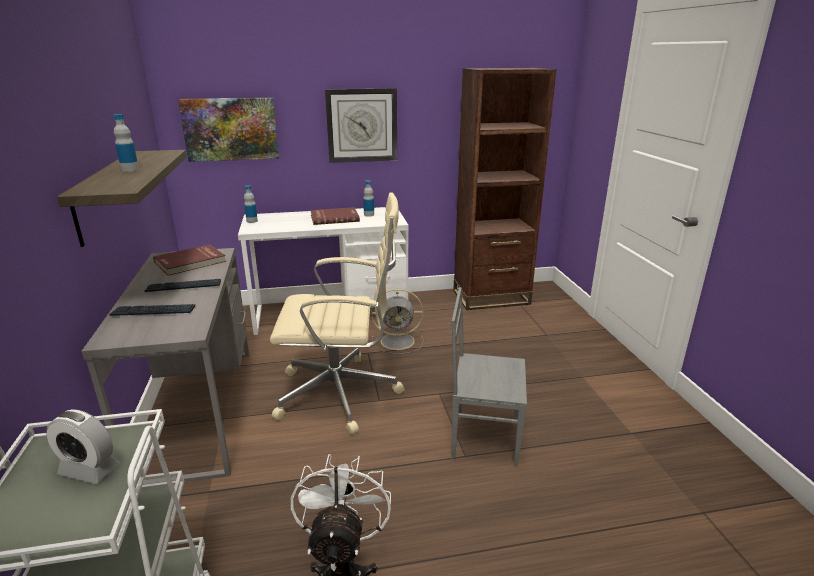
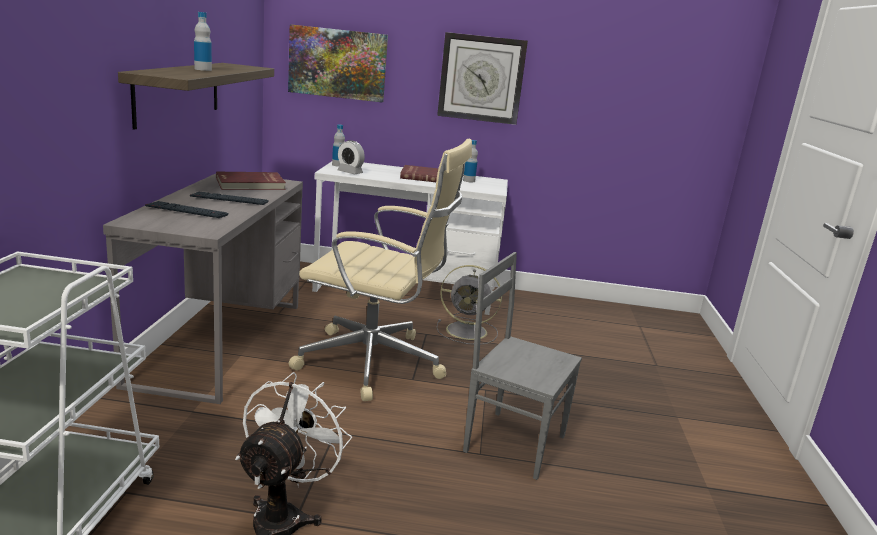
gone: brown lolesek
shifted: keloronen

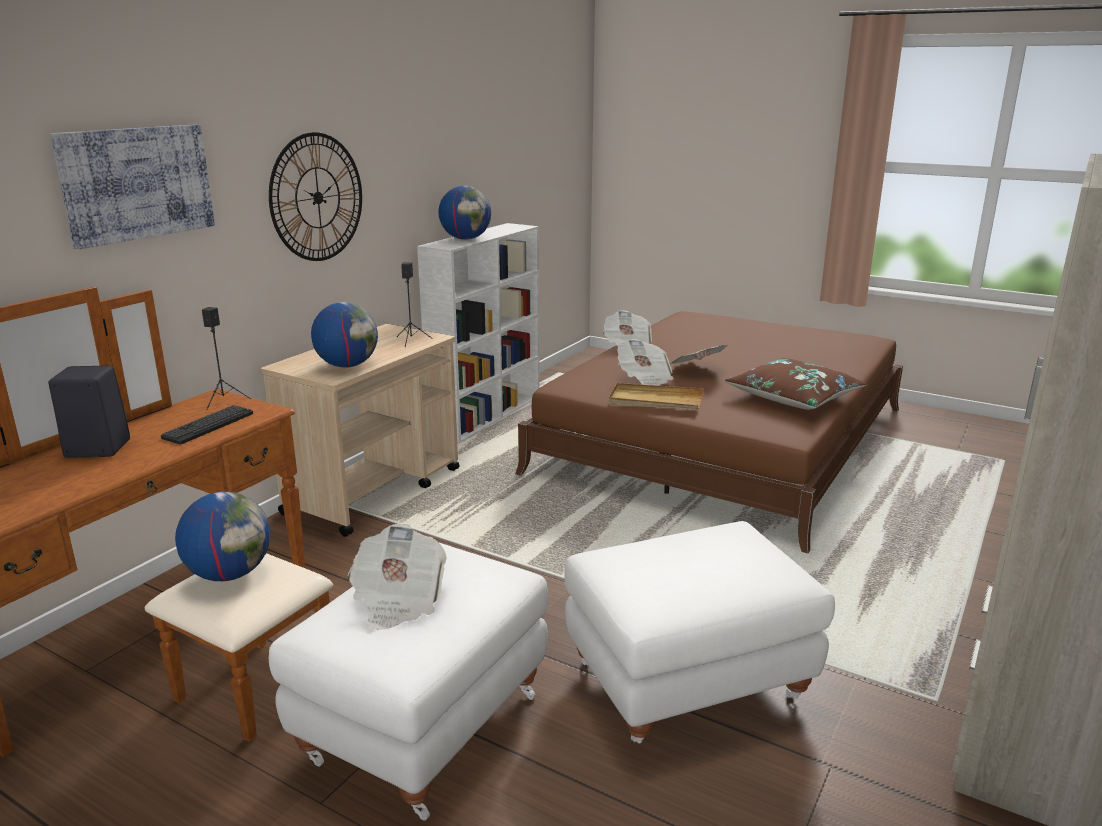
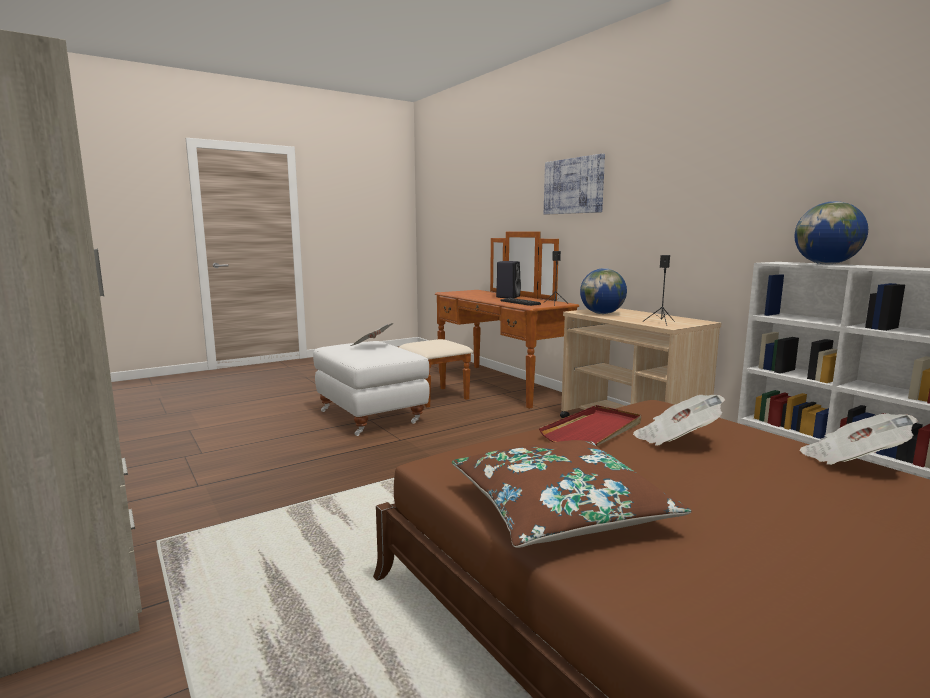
gone: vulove; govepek (no. 4 from left); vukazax (no. 1 from left); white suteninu (no. 2 from left)
repainted: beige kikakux to red kikakux

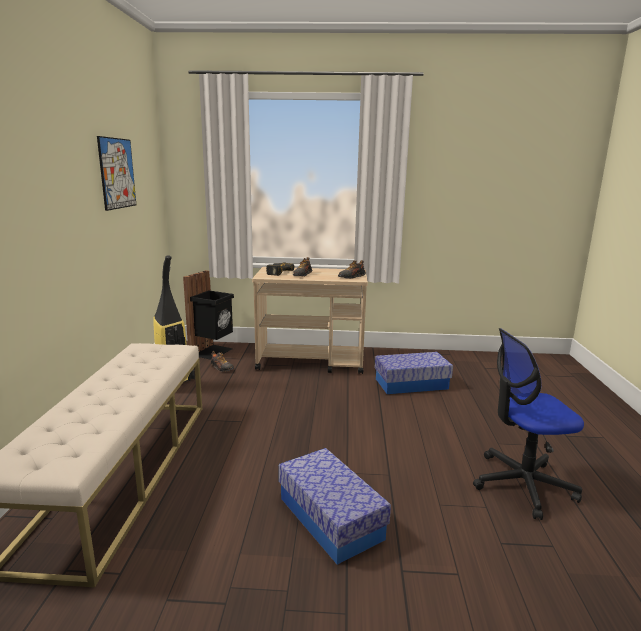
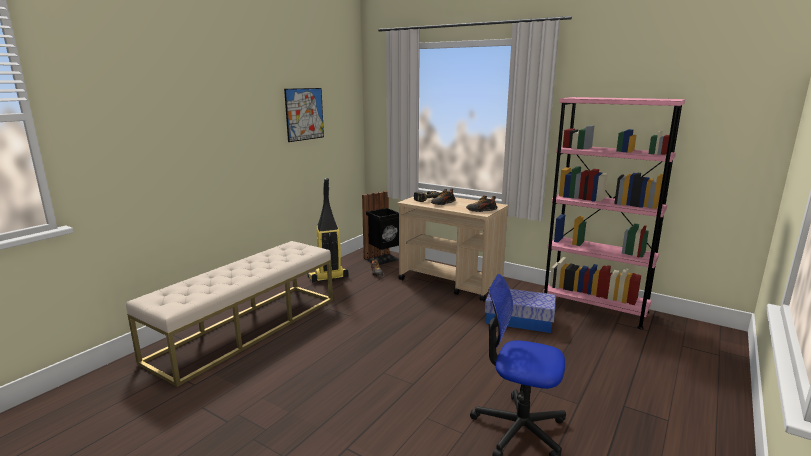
gone: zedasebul (no. 1 from left)
new: pink lolesek

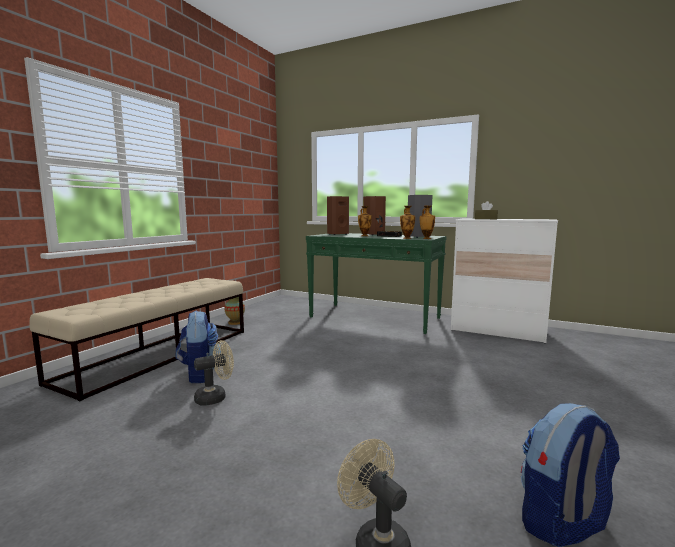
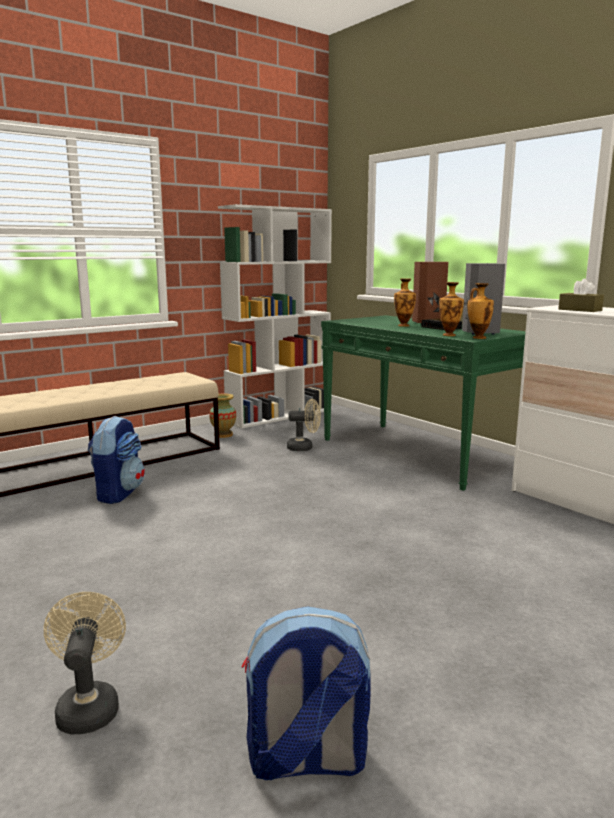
gone: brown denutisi (no. 1 from left)
new: white lolesek
shifted: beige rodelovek (no. 1 from left in the first image) to beige rodelovek (no. 2 from left)

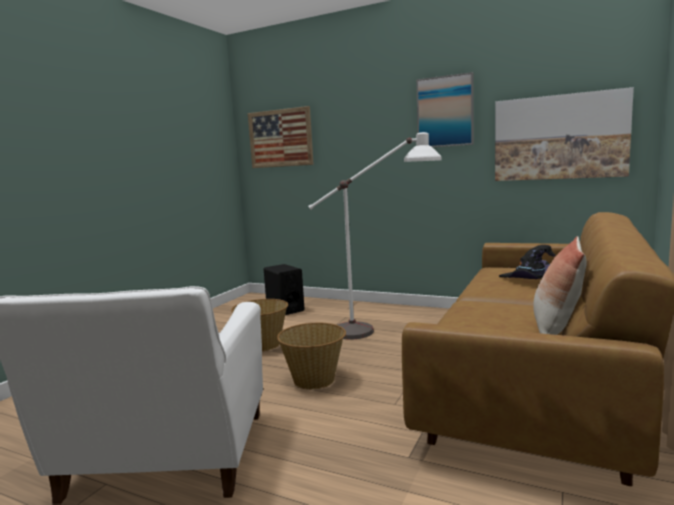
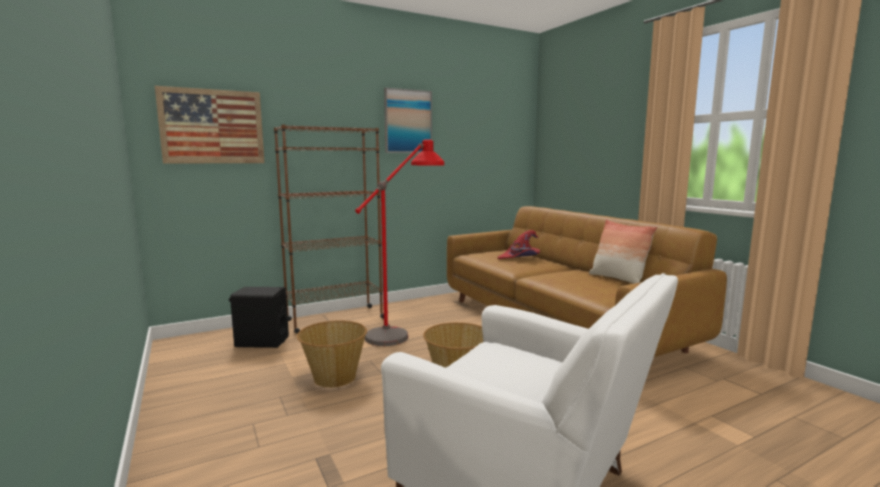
gone: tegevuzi (no. 3 from left)
new: brown lolesek
repainted: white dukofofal to red dukofofal; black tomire to red tomire

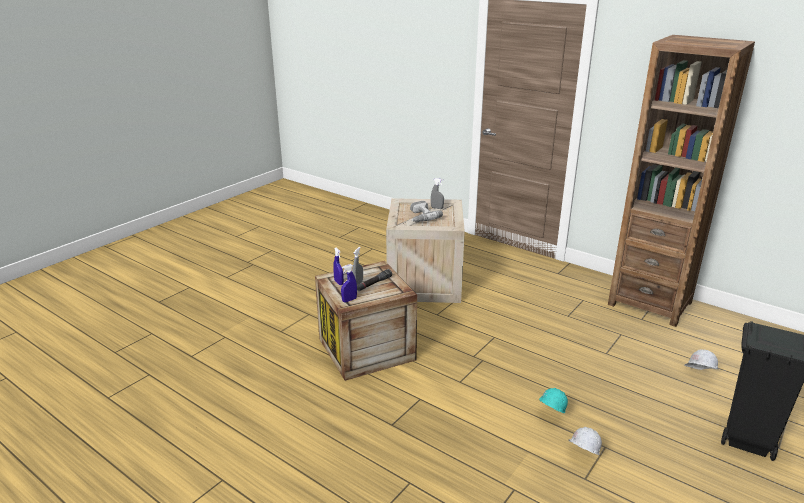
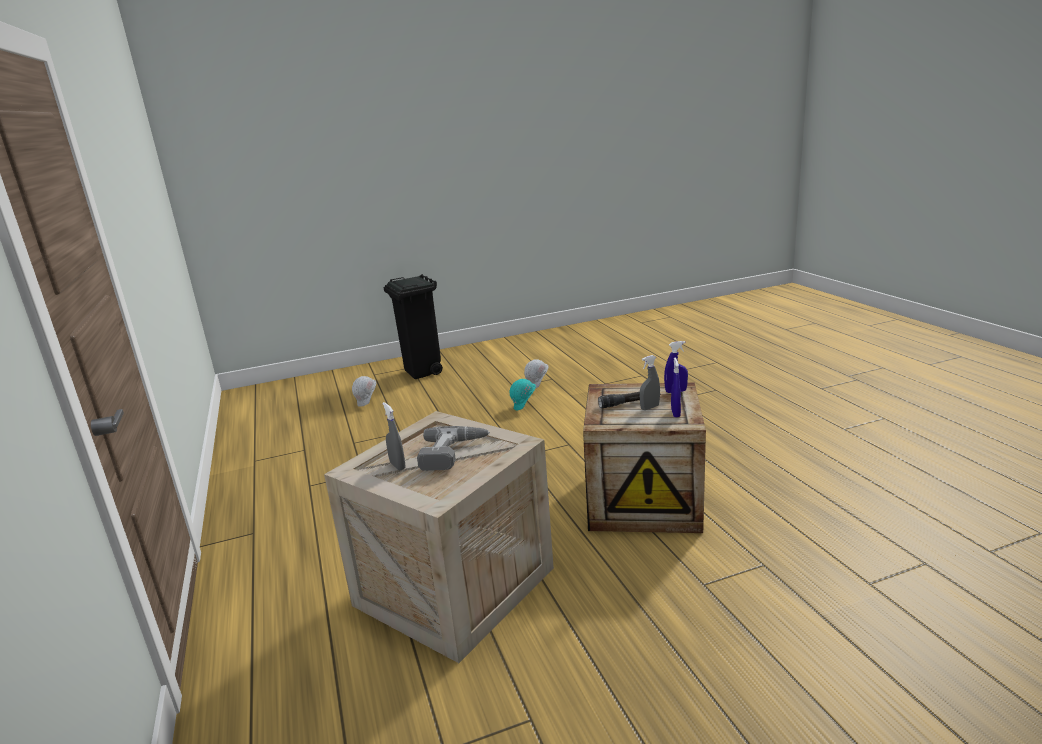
gone: brown lolesek

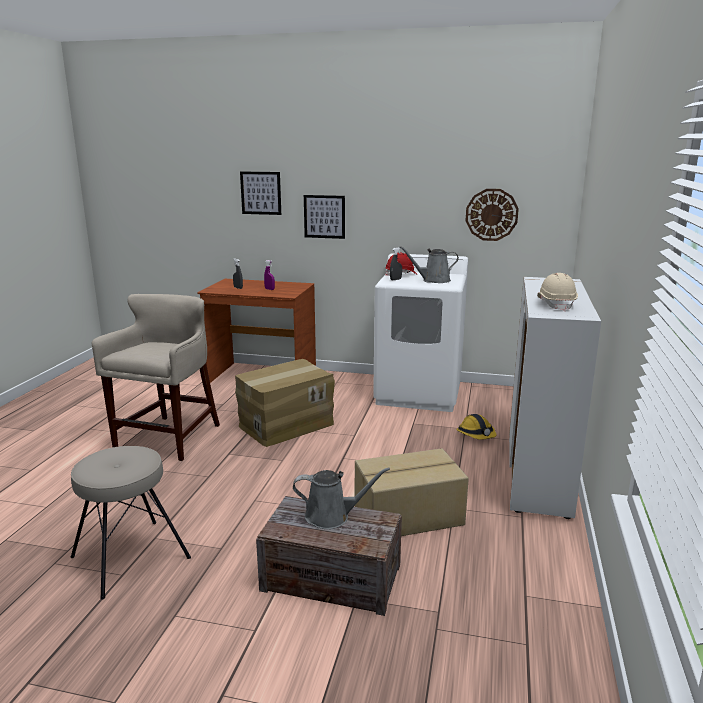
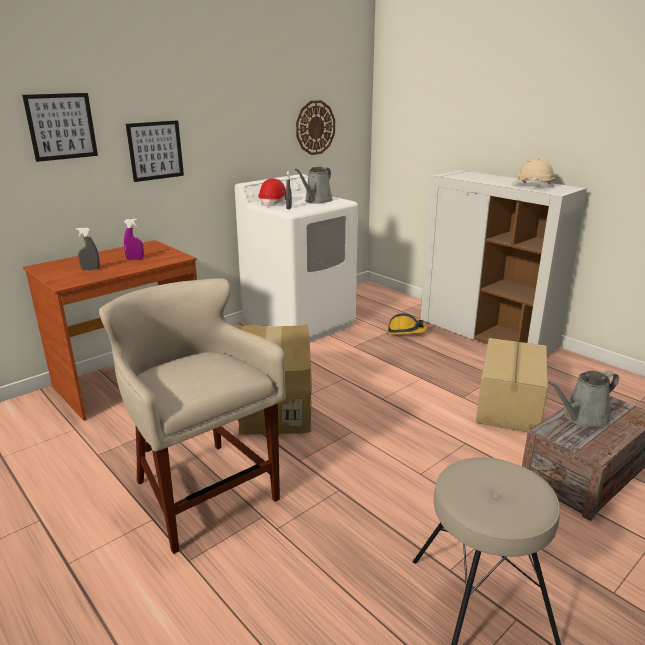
rotated: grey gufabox (no. 1 from left in the first image) 150 degrees counterclockwise

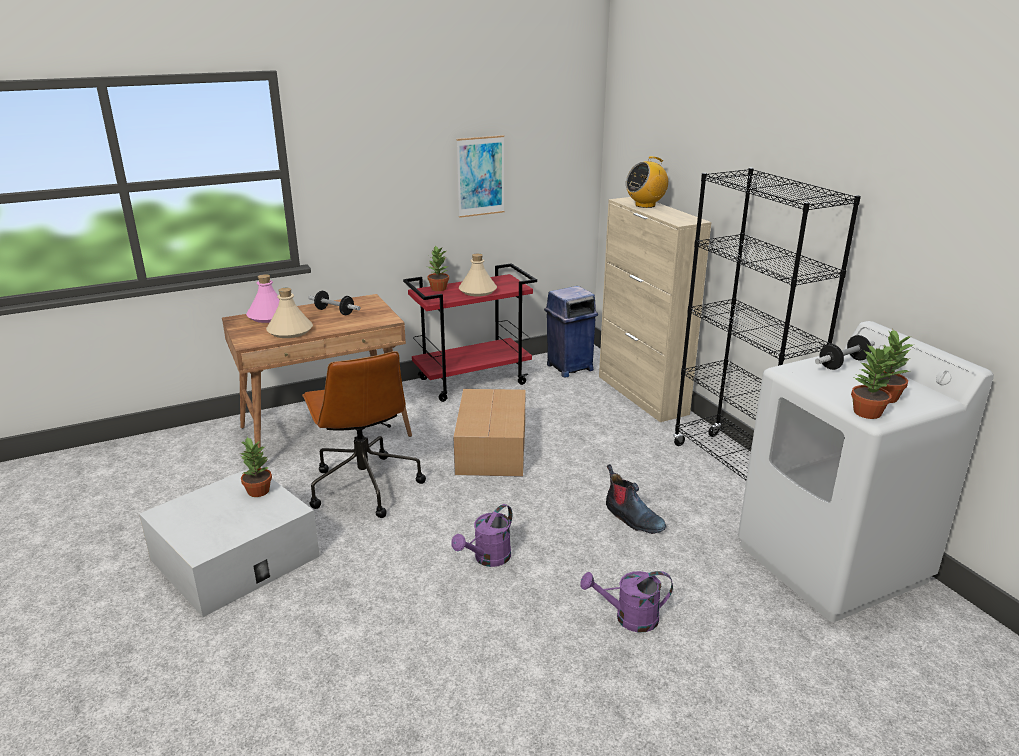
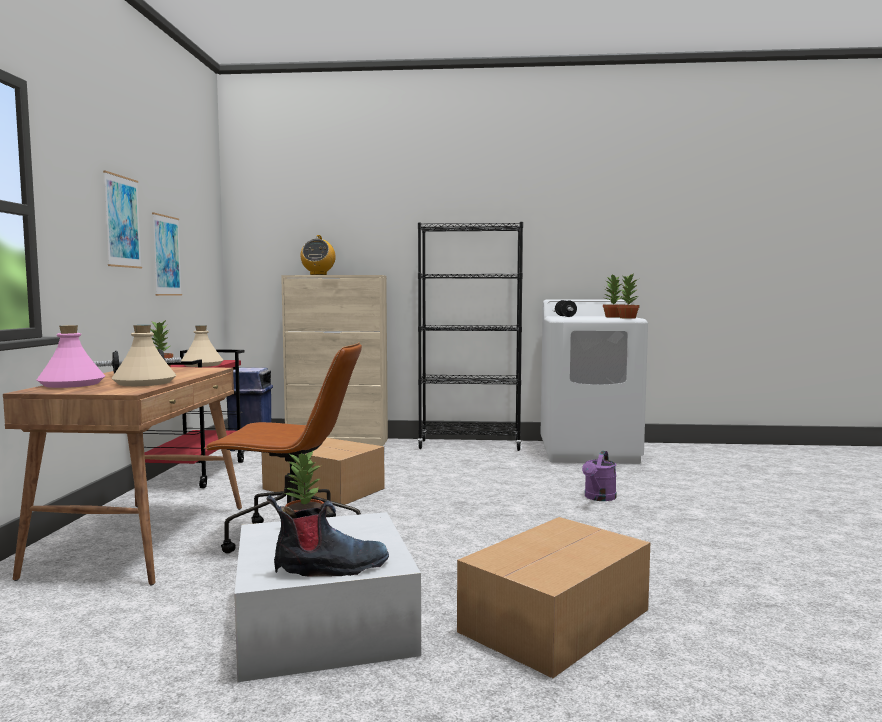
gone: purple gufabox (no. 1 from left)
new: tegevuzi (no. 1 from left); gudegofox (no. 2 from left)
shifted: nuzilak

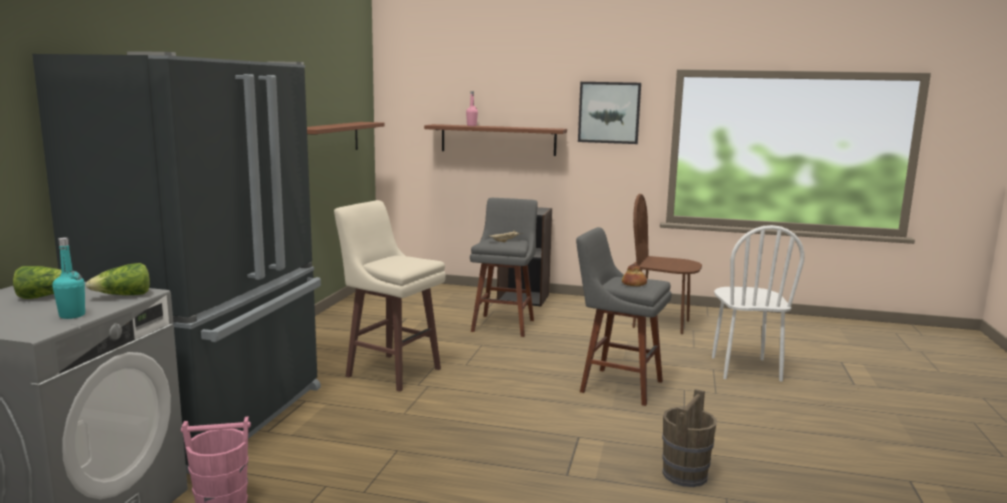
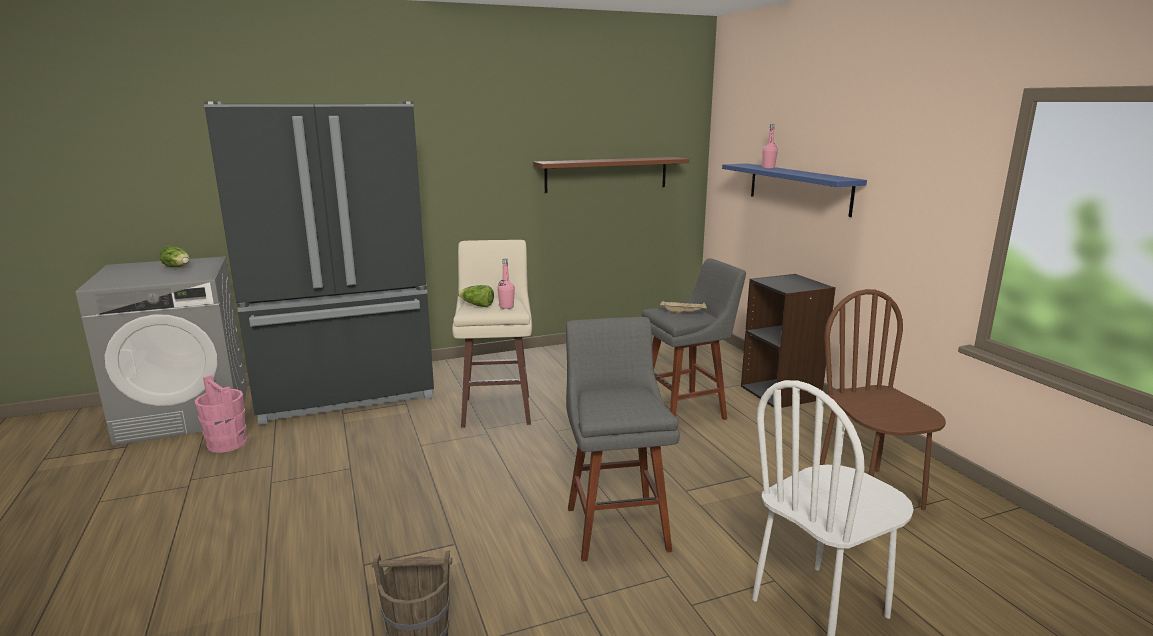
gone: tegevuzi; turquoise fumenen; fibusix
new: pink fumenen (no. 1 from left)
shifted: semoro (no. 2 from left)
repainted: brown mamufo (no. 2 from left) to blue mamufo

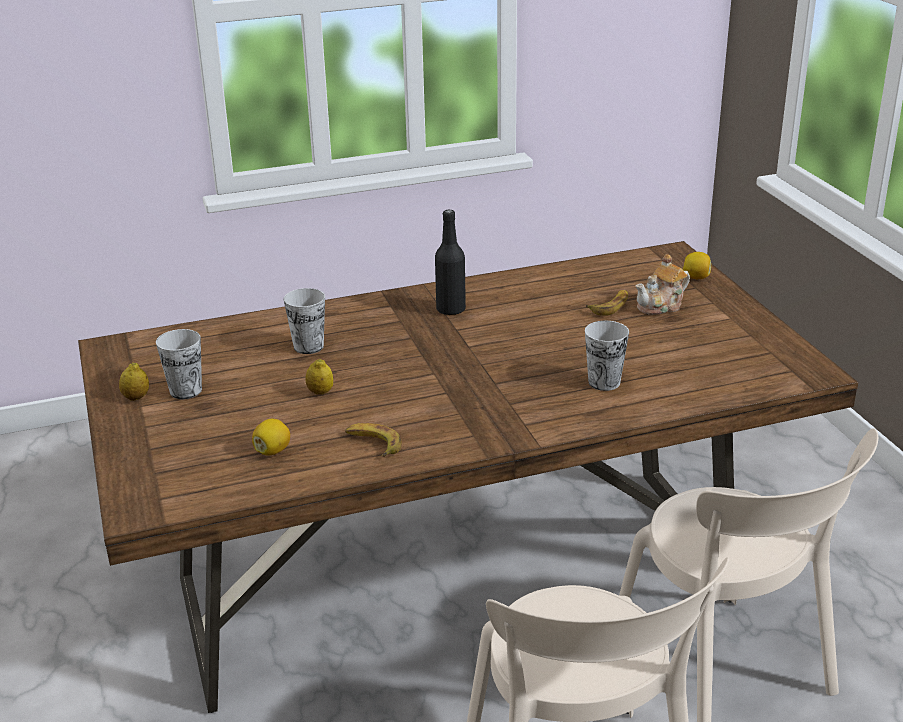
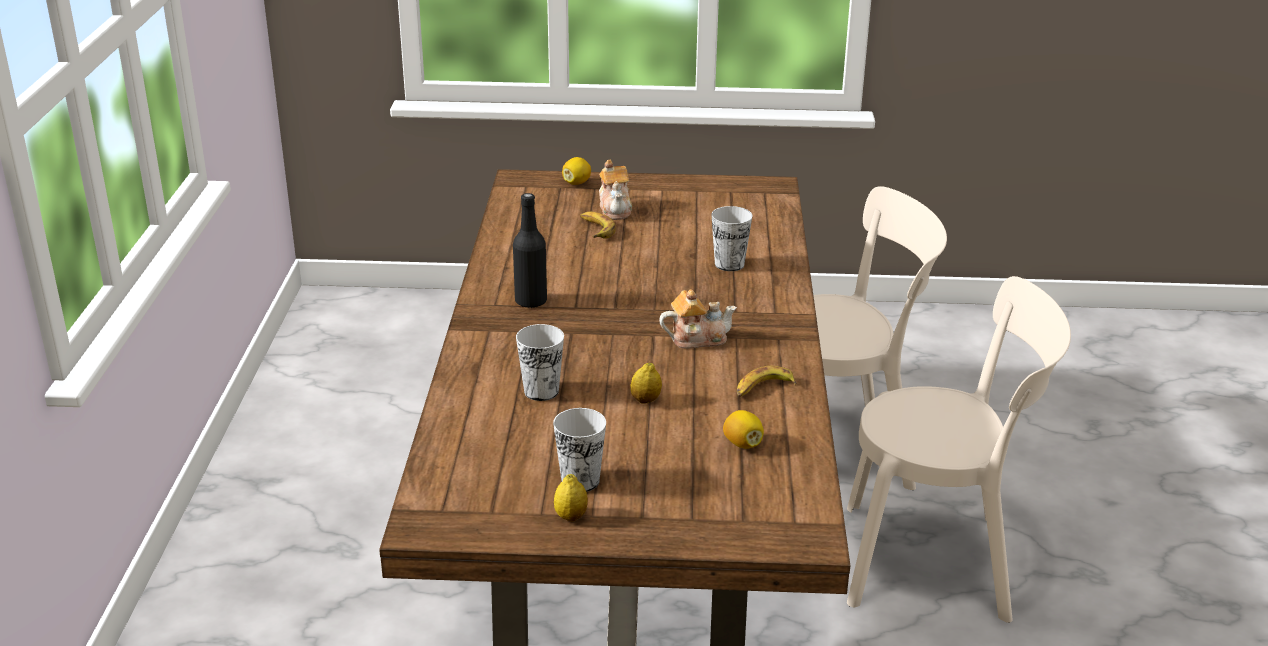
new: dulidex (no. 2 from left)

